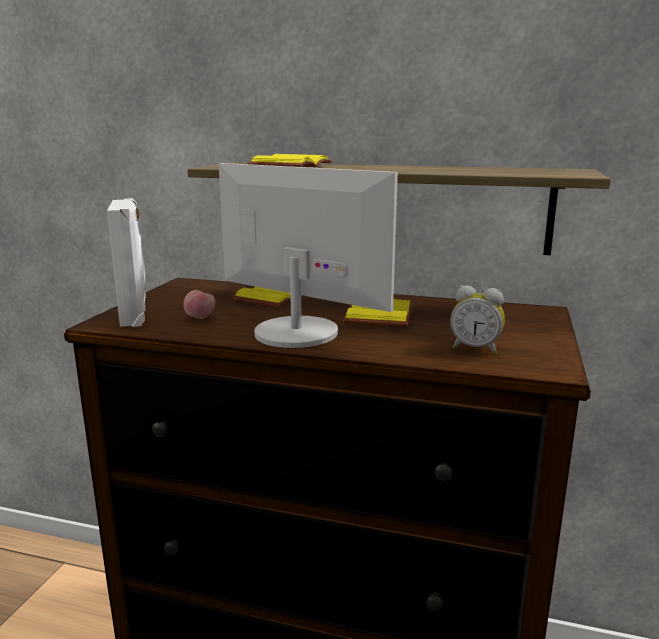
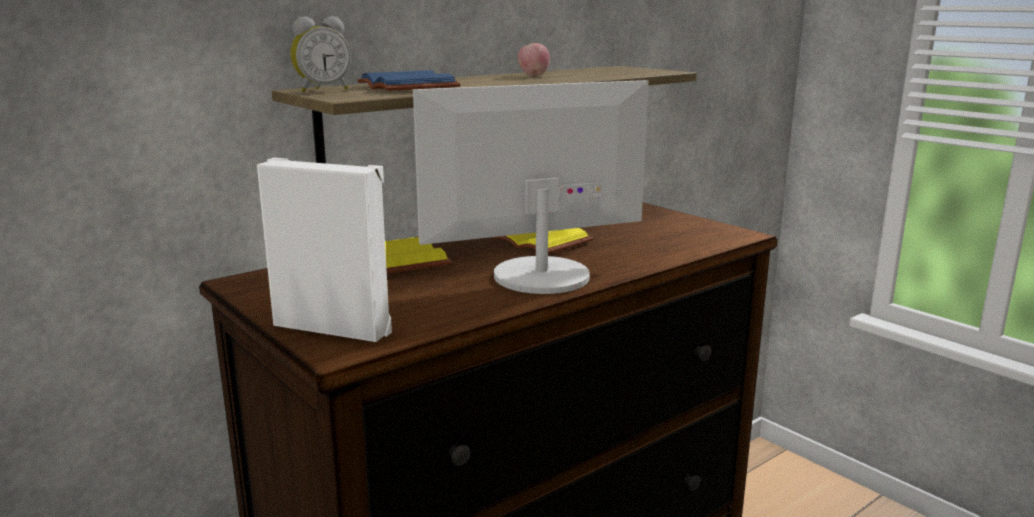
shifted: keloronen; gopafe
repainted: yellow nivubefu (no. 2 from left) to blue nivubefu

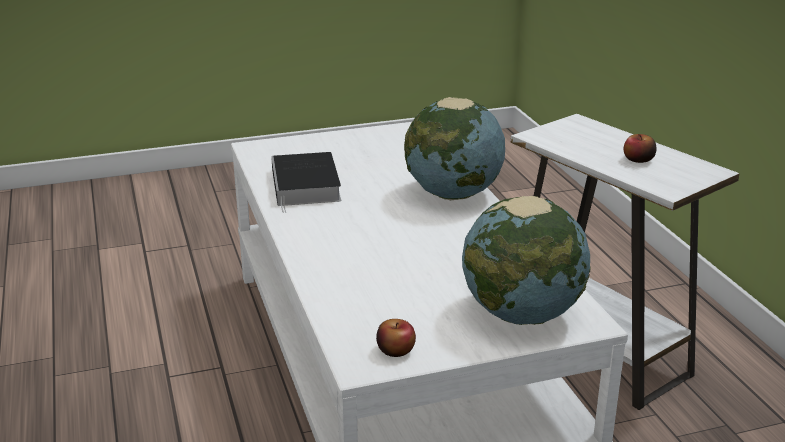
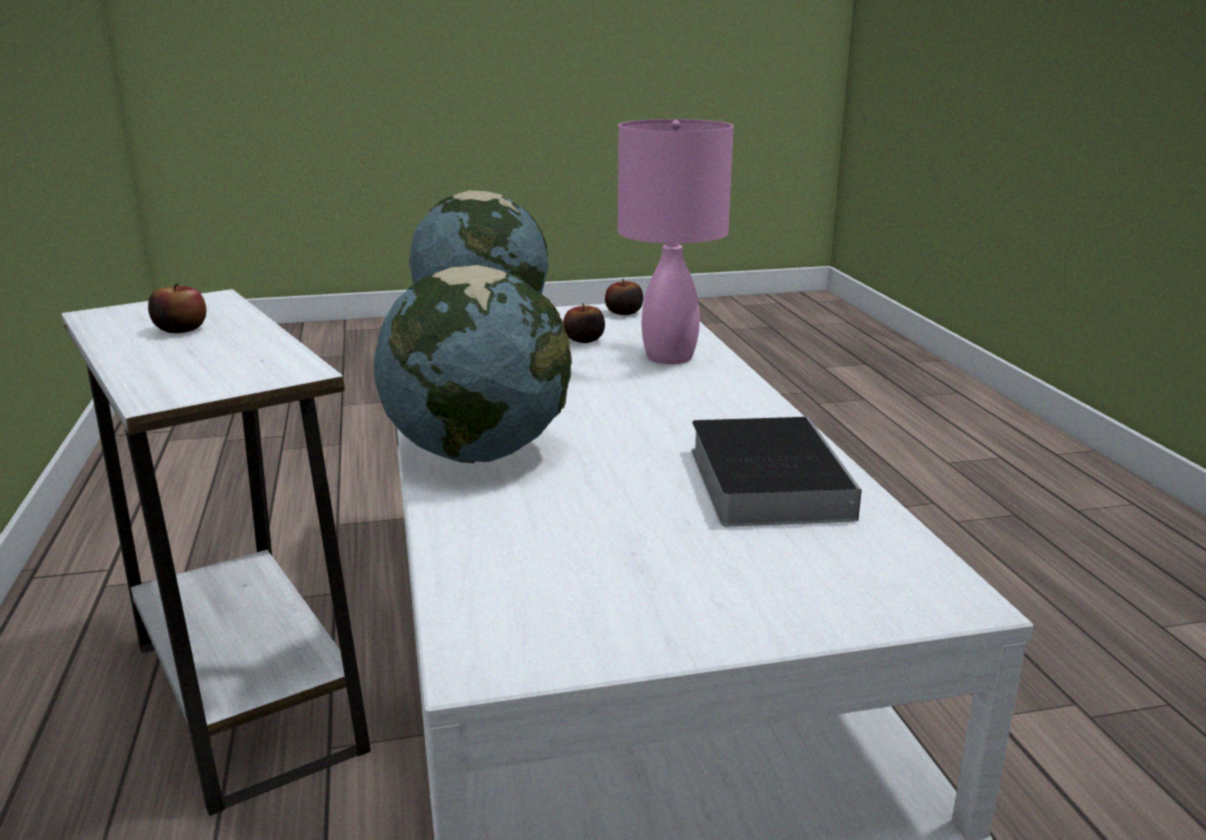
new: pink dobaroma; gopafe (no. 2 from left)

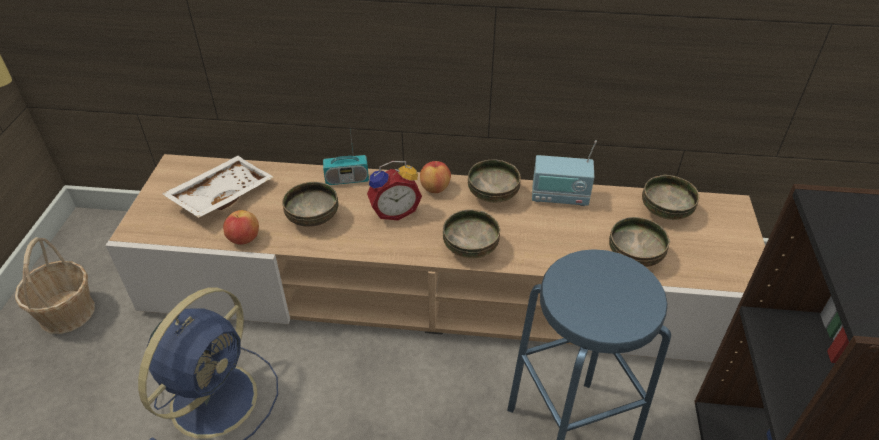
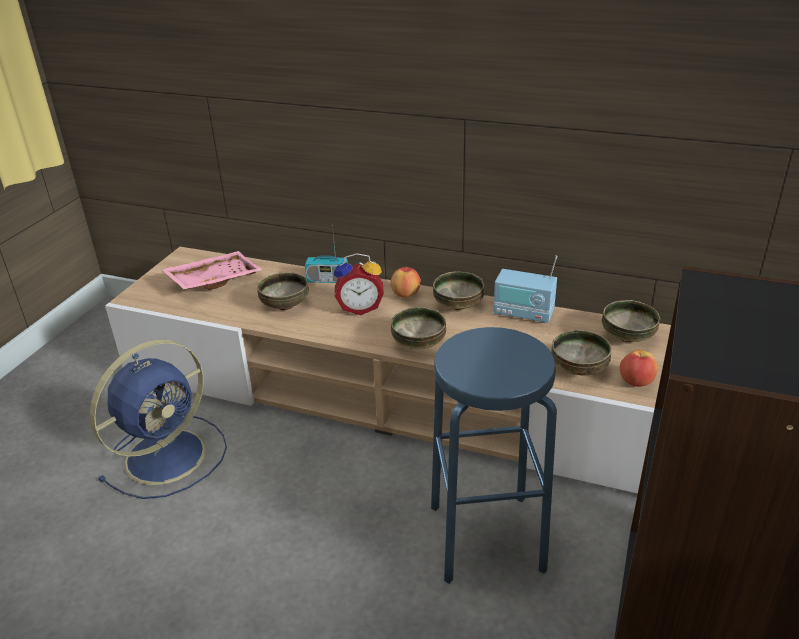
gone: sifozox
shifted: gopafe (no. 1 from left in the first image) to gopafe (no. 2 from left)
repainted: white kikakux to pink kikakux

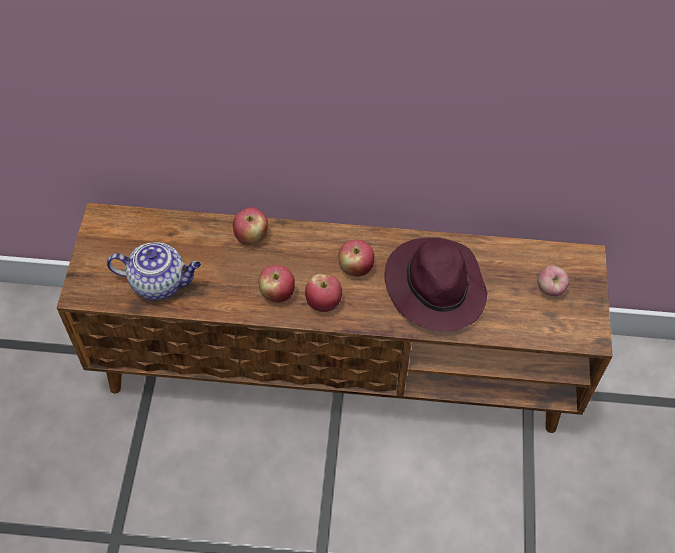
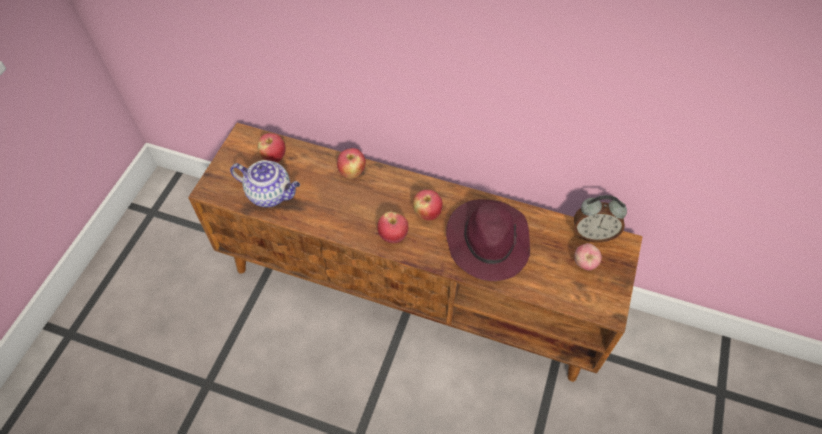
new: keloronen
shifted: gopafe (no. 2 from left in the first image) to gopafe (no. 1 from left)

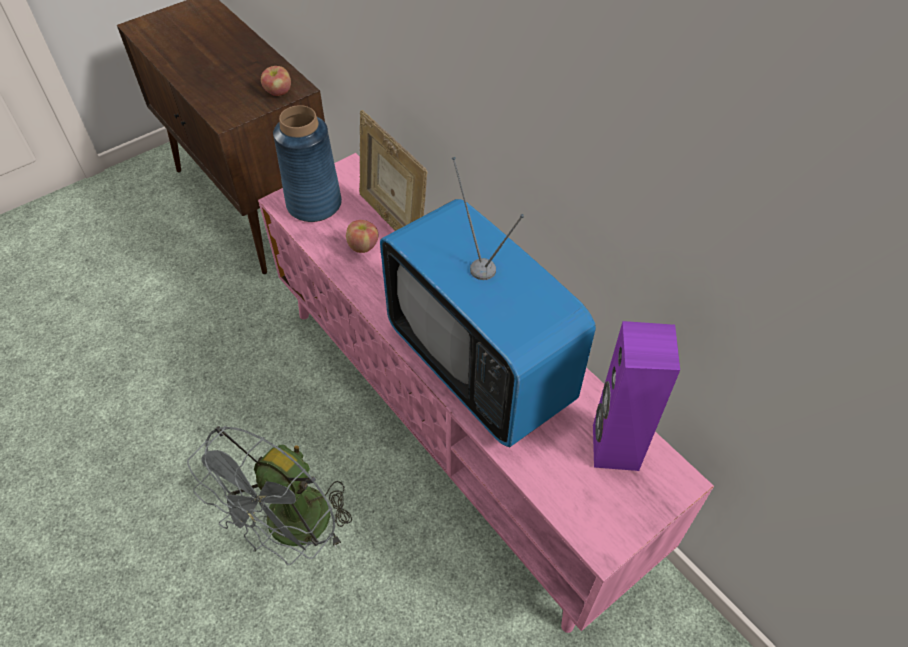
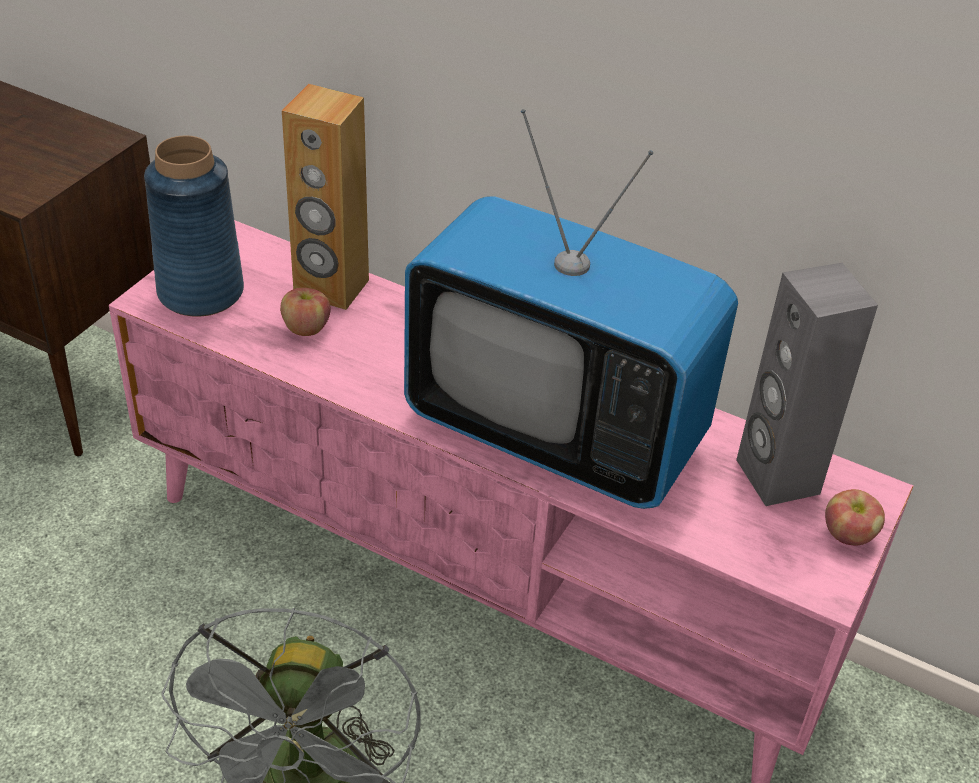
shifted: gopafe (no. 1 from left in the first image) to gopafe (no. 2 from left)
swapped: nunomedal to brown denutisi
repainted: purple denutisi to grey denutisi

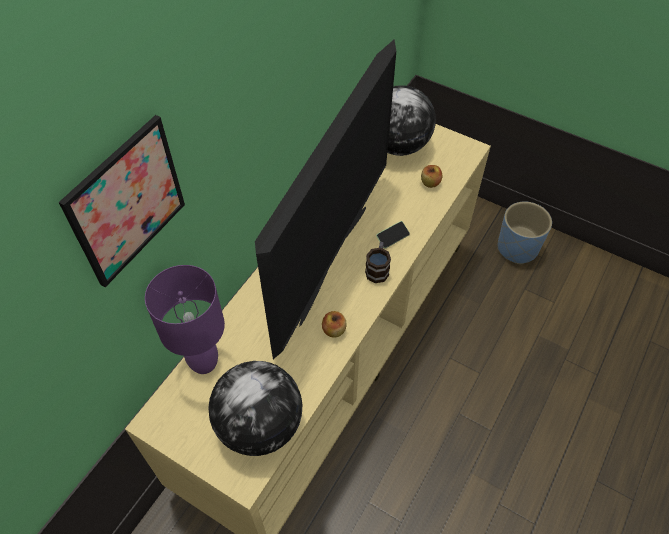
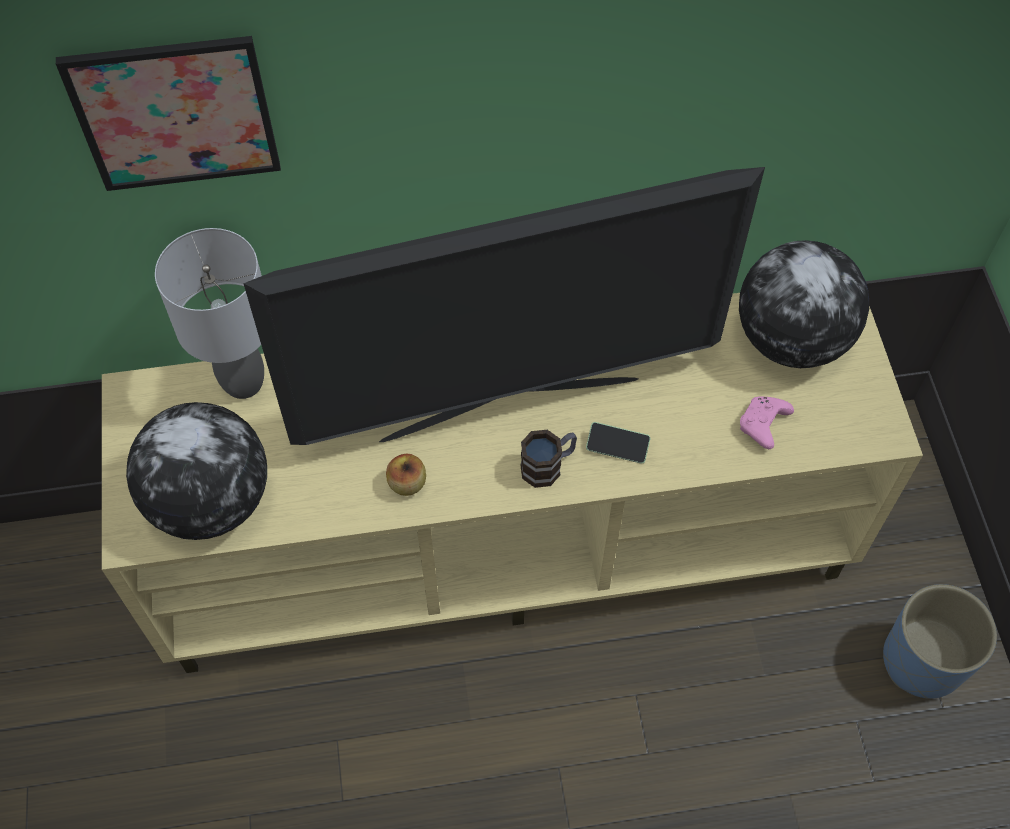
swapped: gopafe (no. 2 from left) to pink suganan
repainted: purple dobaroma to grey dobaroma

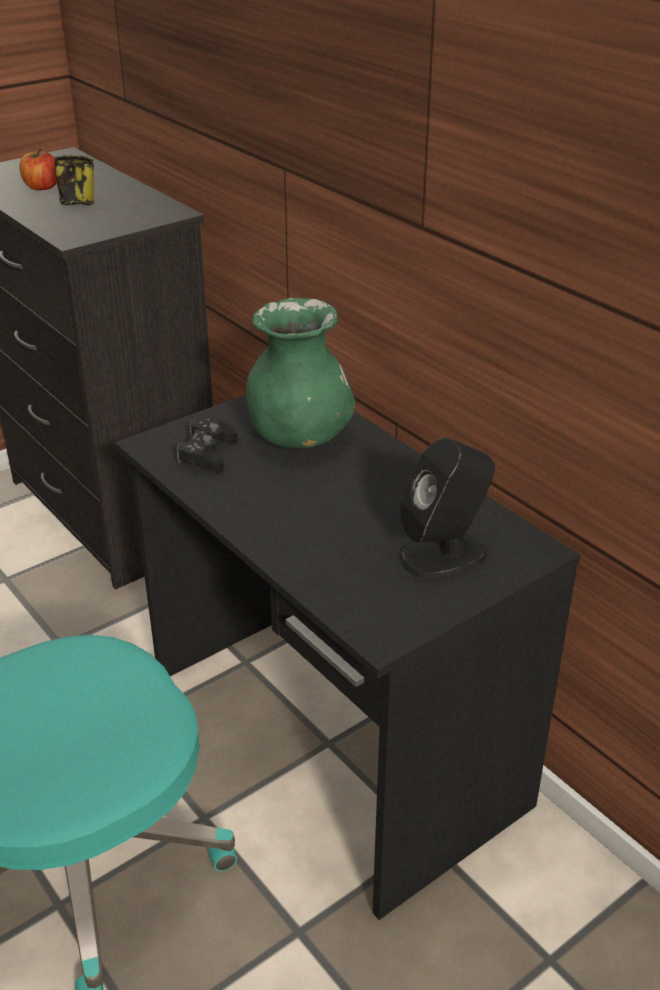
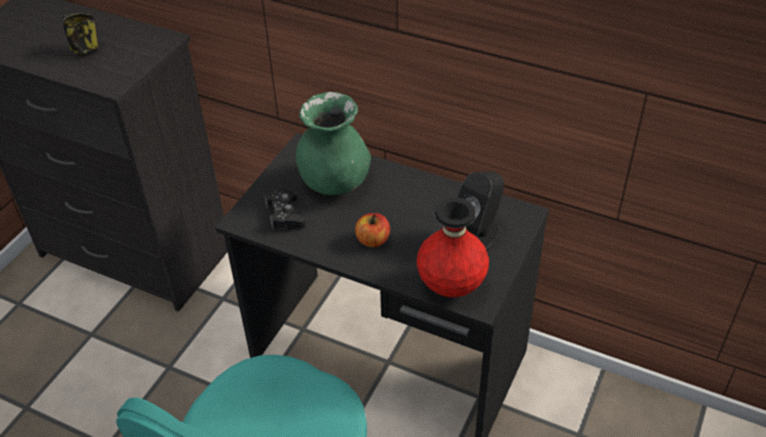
new: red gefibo
shifted: gopafe

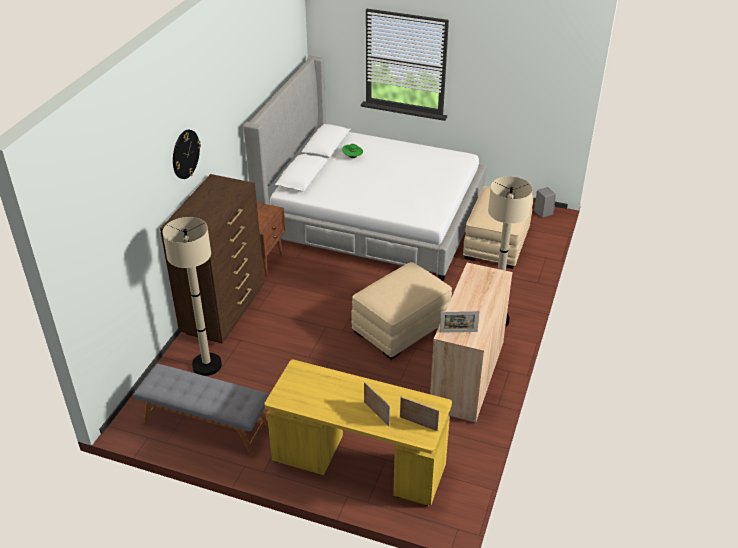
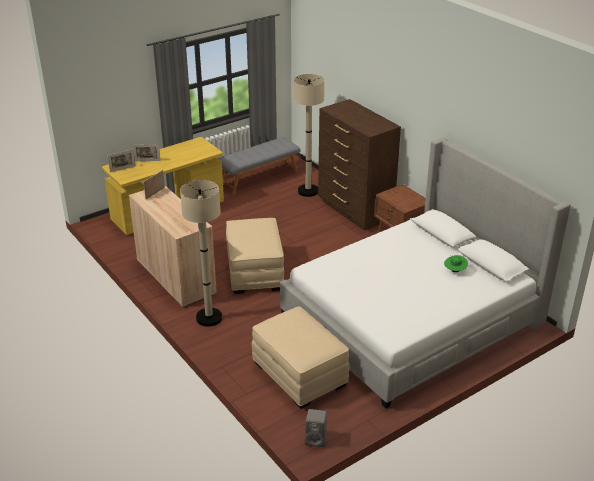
gone: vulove

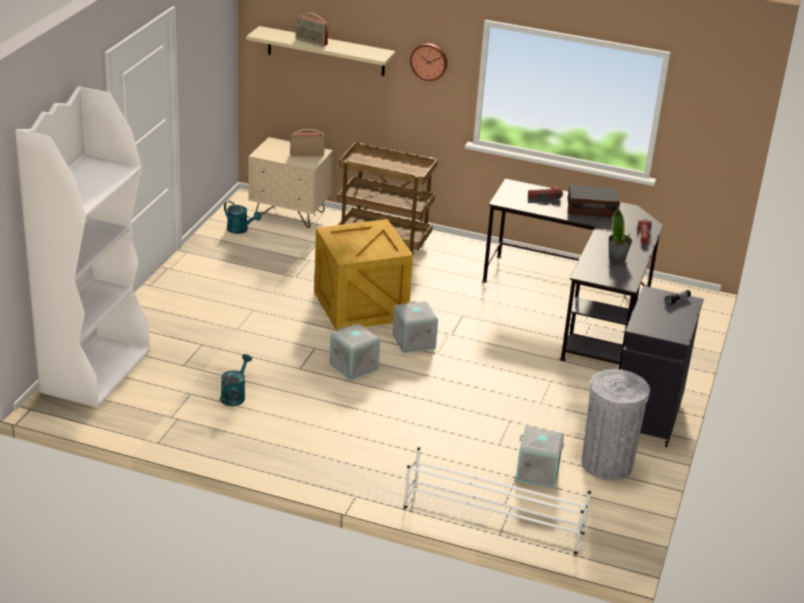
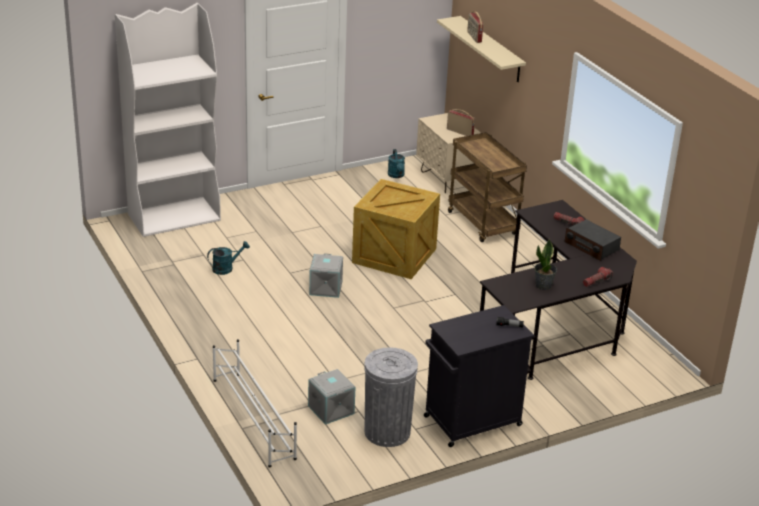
gone: vulove; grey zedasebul (no. 2 from left)

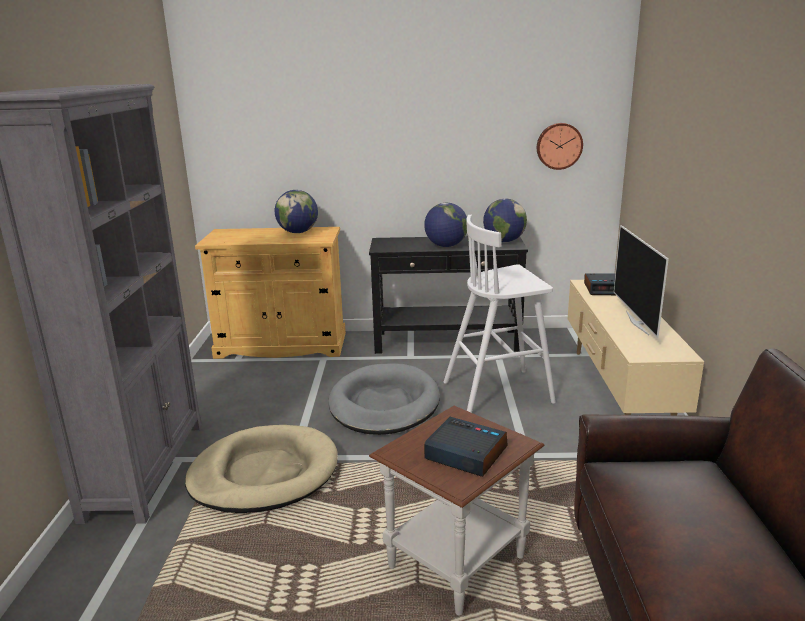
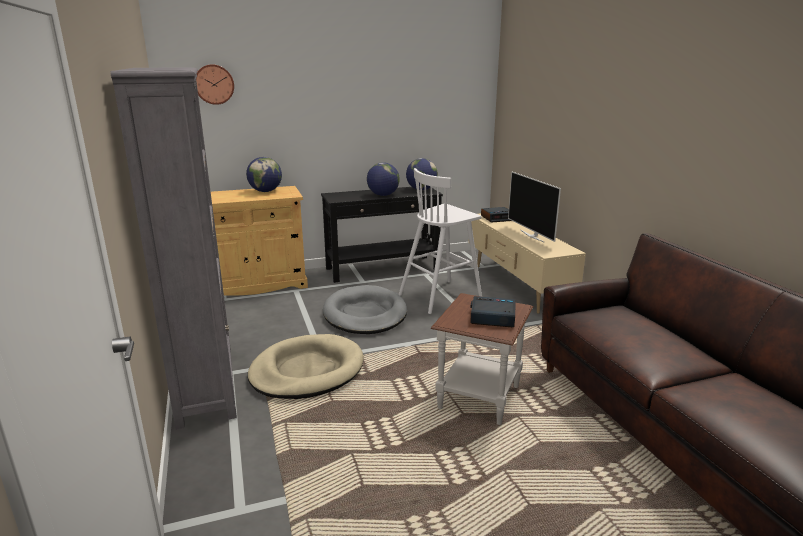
shifted: vulove

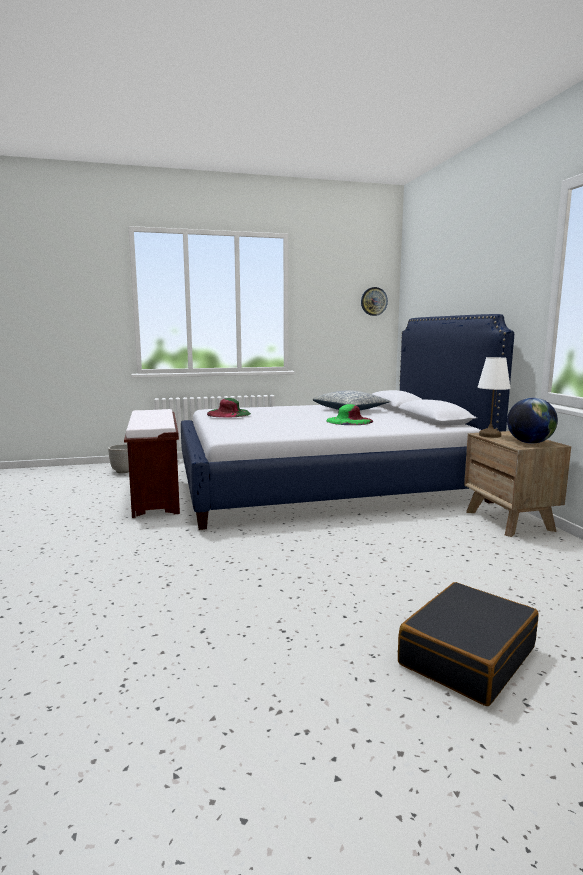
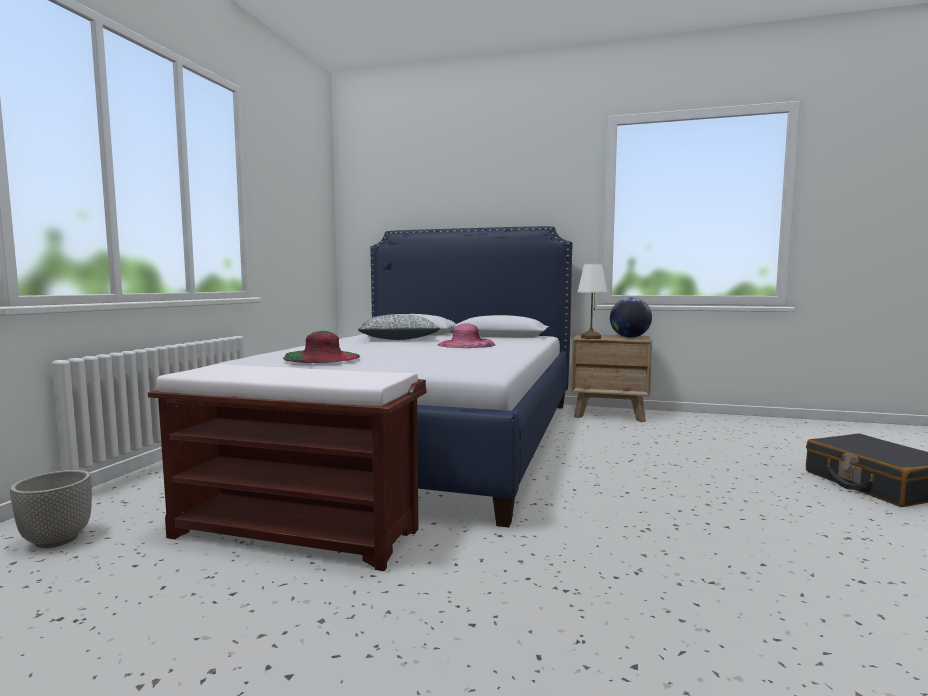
gone: vulove
repainted: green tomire (no. 2 from left) to pink tomire

